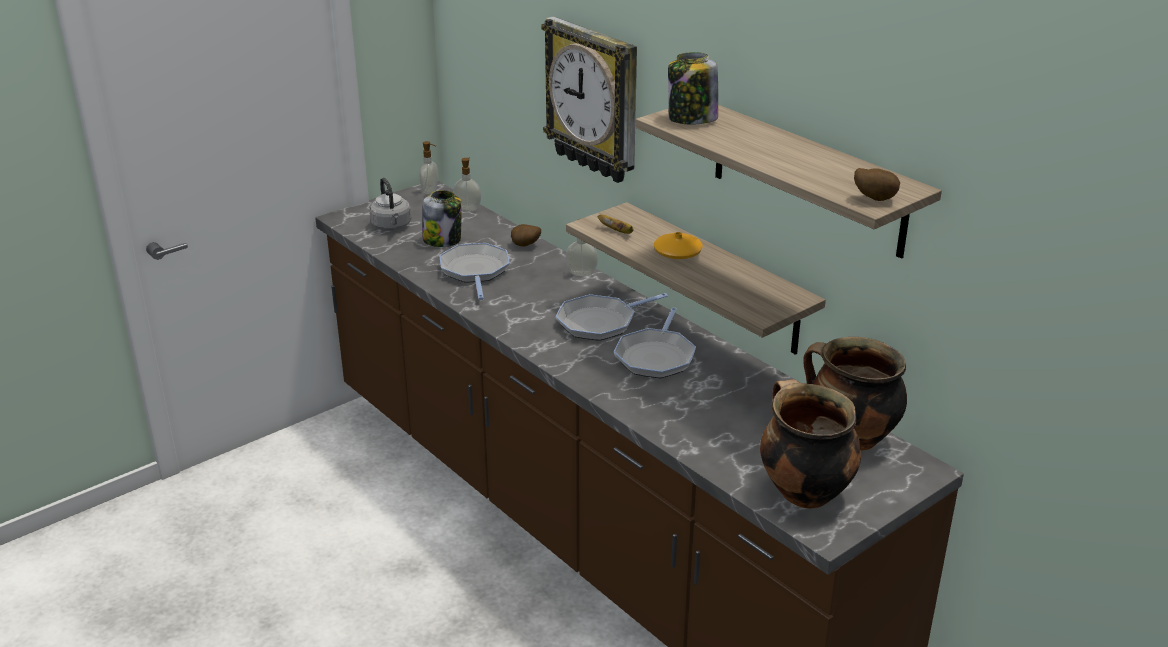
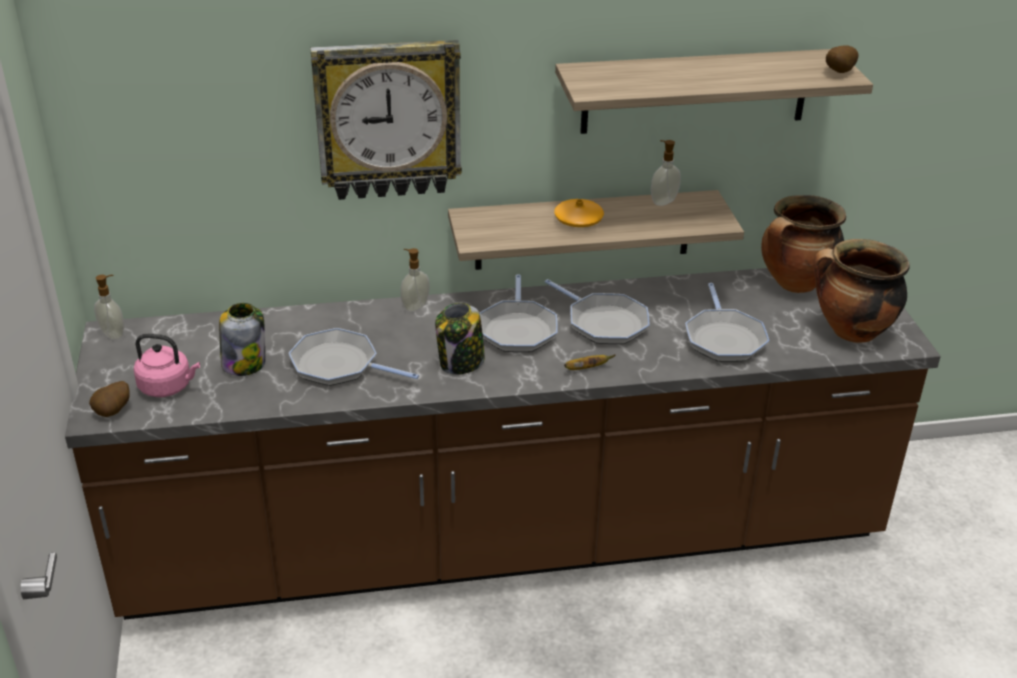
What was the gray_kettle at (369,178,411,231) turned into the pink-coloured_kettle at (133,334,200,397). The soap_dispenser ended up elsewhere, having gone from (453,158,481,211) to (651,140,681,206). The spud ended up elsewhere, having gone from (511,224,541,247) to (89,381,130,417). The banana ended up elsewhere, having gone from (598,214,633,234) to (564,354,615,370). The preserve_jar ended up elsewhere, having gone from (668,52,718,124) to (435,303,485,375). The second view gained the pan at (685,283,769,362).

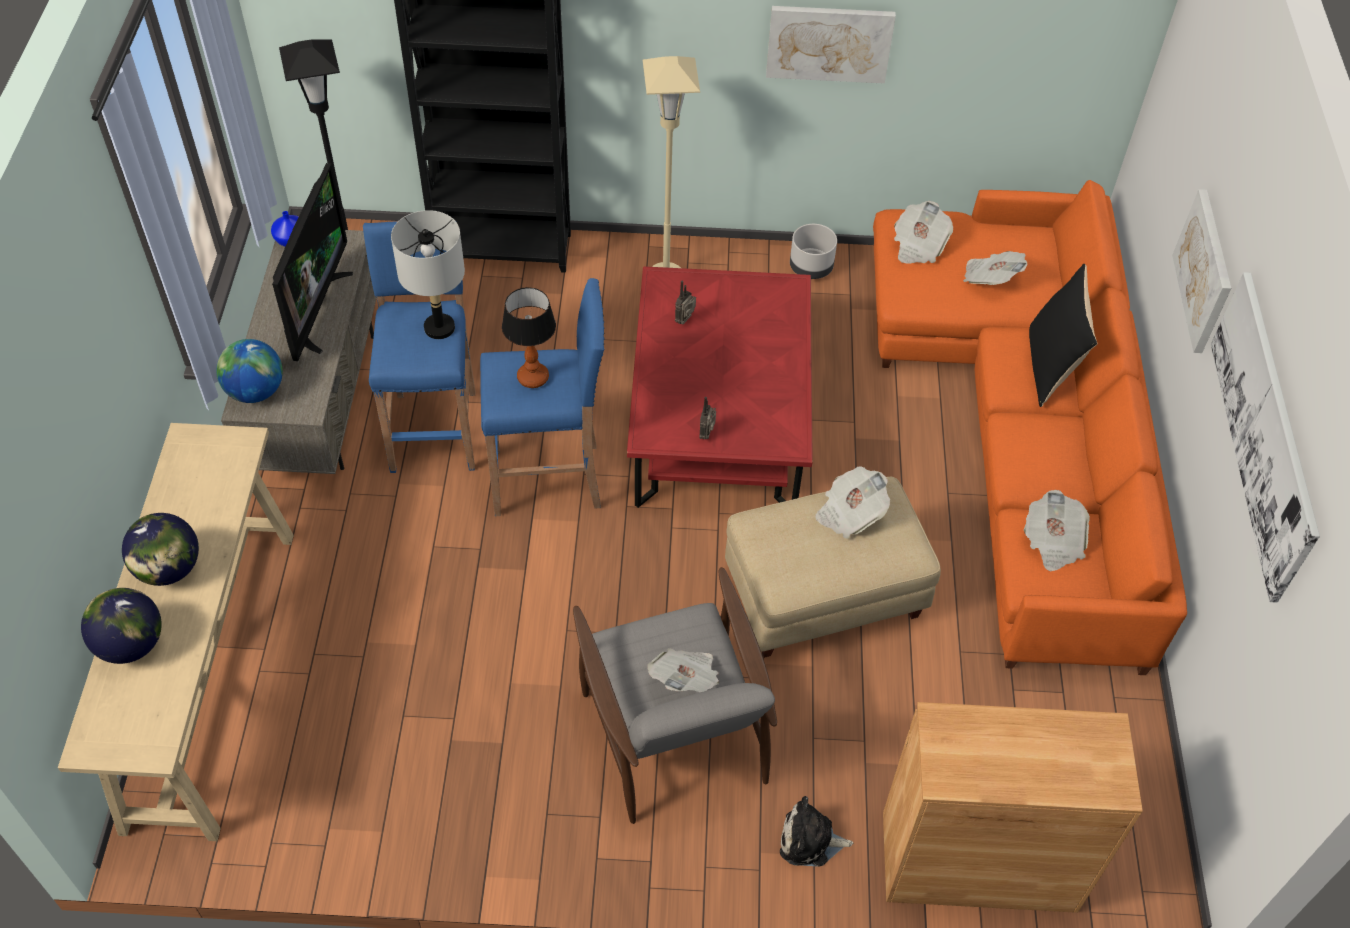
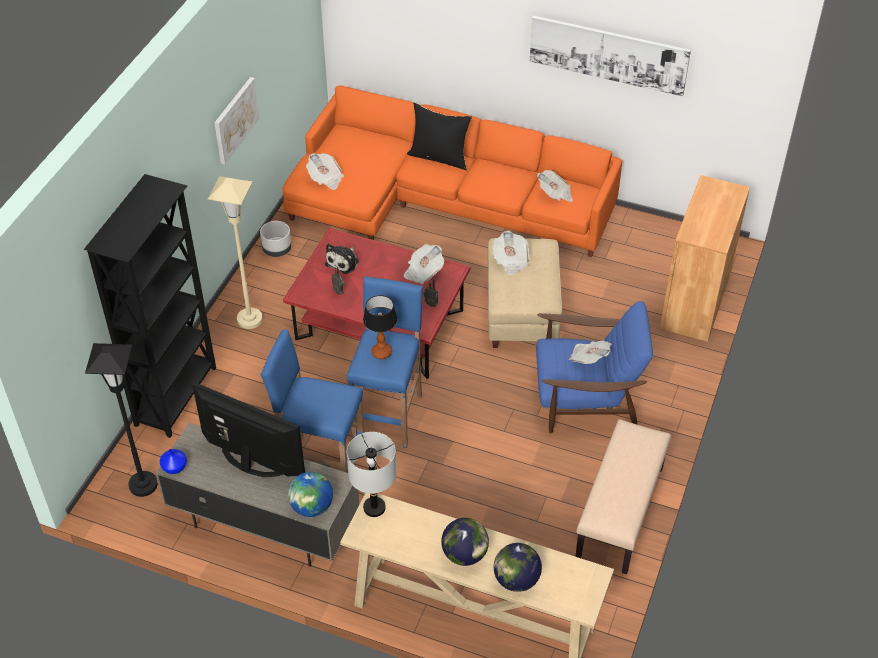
The gray_lamp_for_a_table ended up elsewhere, having gone from (391,210,465,339) to (347,432,396,517). What was the gray_lounge_chair at (573,567,777,824) turned into the blue_lounge_chair at (536,301,653,433). The soft_toy ended up elsewhere, having gone from (780,796,853,867) to (325,244,359,274). The printed_paper ended up elsewhere, having gone from (963,251,1027,285) to (404,244,444,285). The second view lost the wall_picture at (1172,189,1231,353). The second view gained the sand-coloured_bench at (575,419,671,575).

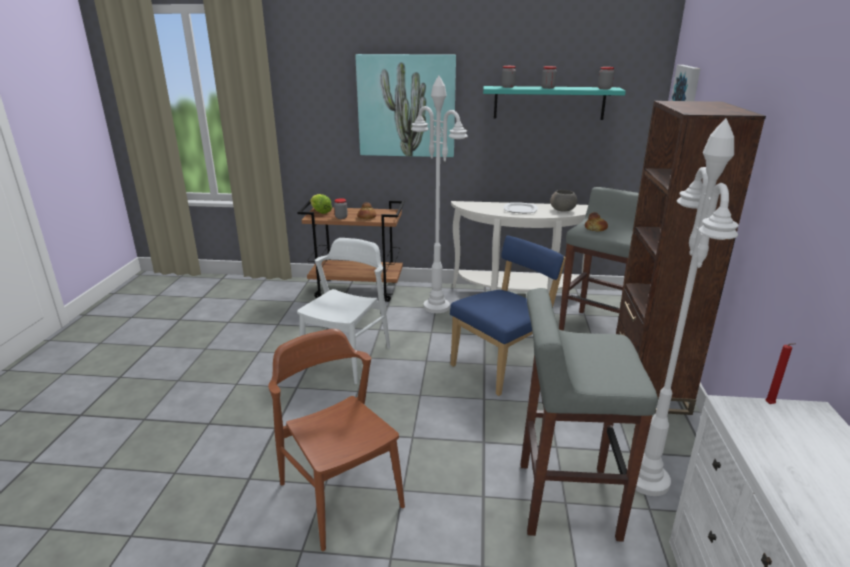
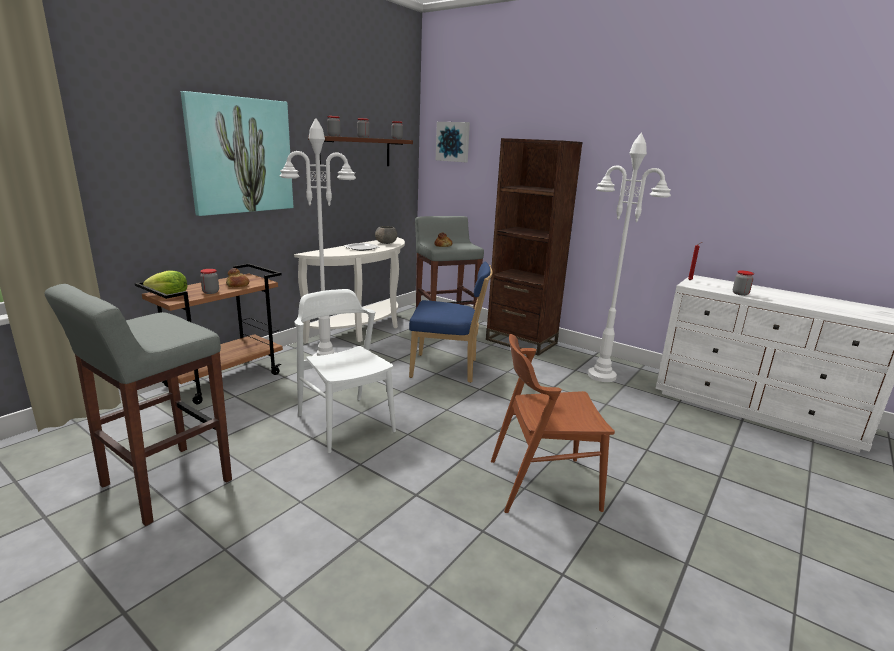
The blue_plain_chair at (450,235,566,396) ended up facing another way, 105 degrees clockwise from before. What was the turquoise_bracket_shelf at (483,86,626,120) turned into the brownish_bracket_shelf at (308,135,413,166). The gray_stool ended up elsewhere, having gone from (520,288,658,542) to (45,284,232,526). The second view gained the preserve_jar at (733,270,754,296).

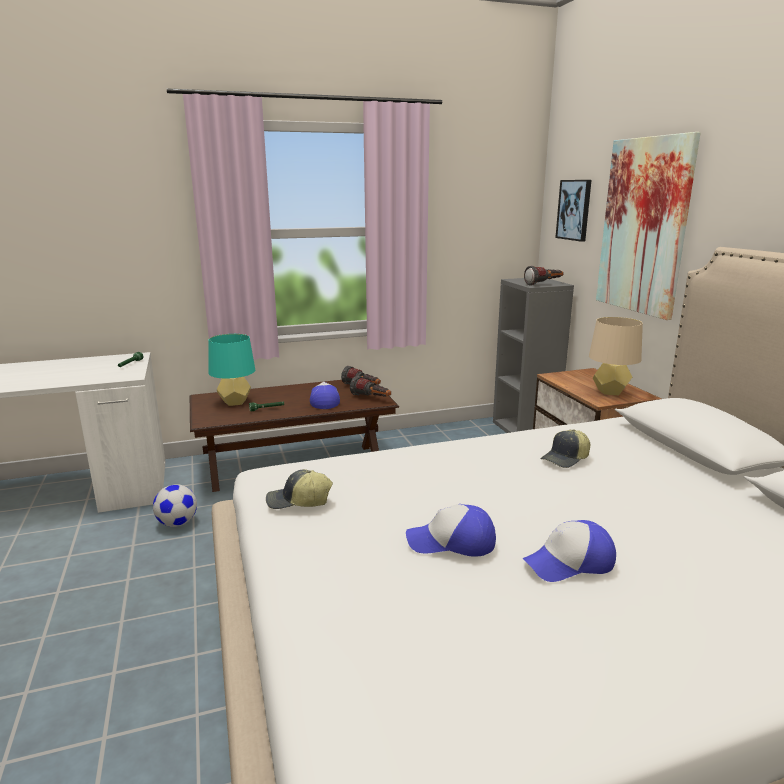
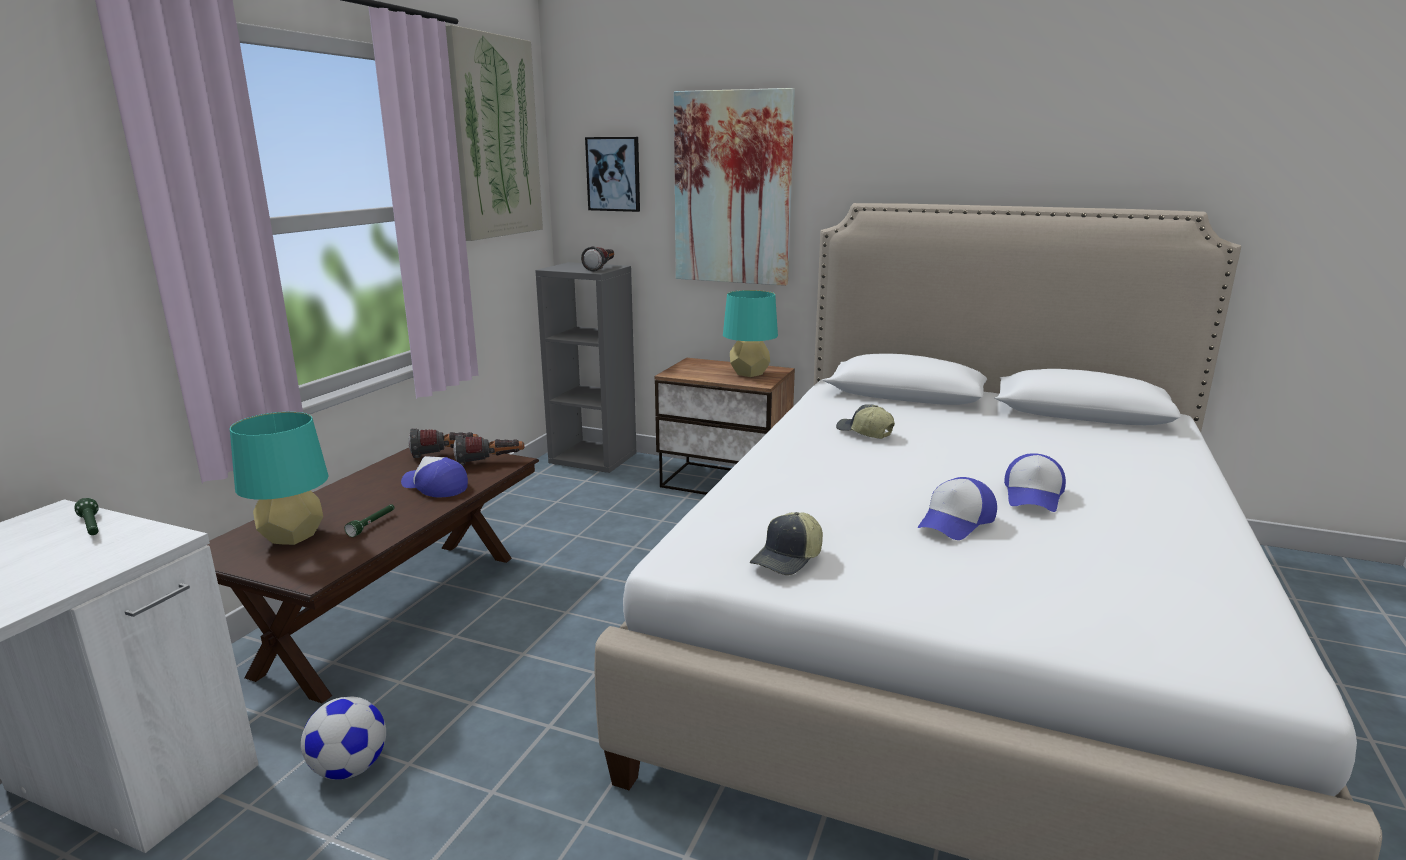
The cap at (540,429,590,468) ended up facing another way, 135 degrees clockwise from before. What was the sand-coloured_lamp_for_a_table at (589,317,643,395) turned into the turquoise_lamp_for_a_table at (723,290,778,377). The second view gained the wall_picture at (445,25,543,241).

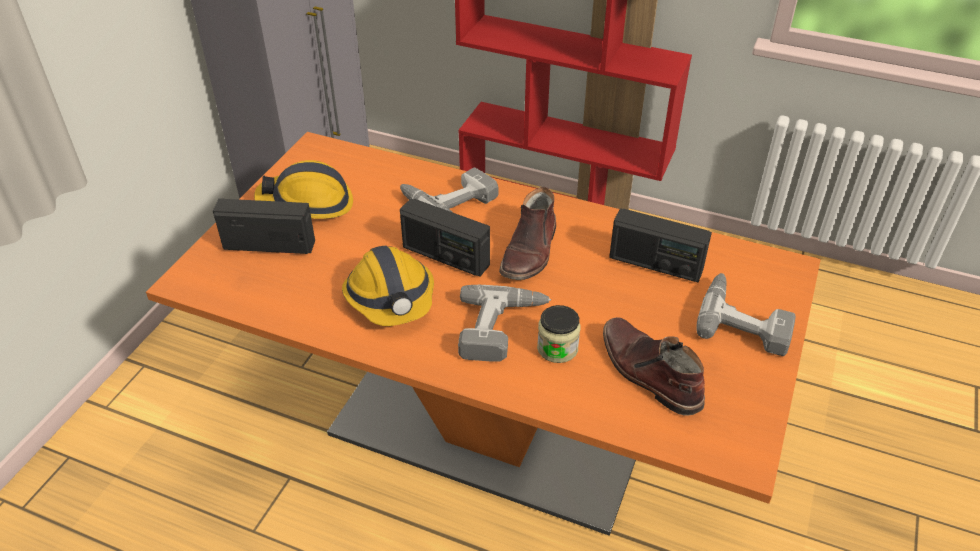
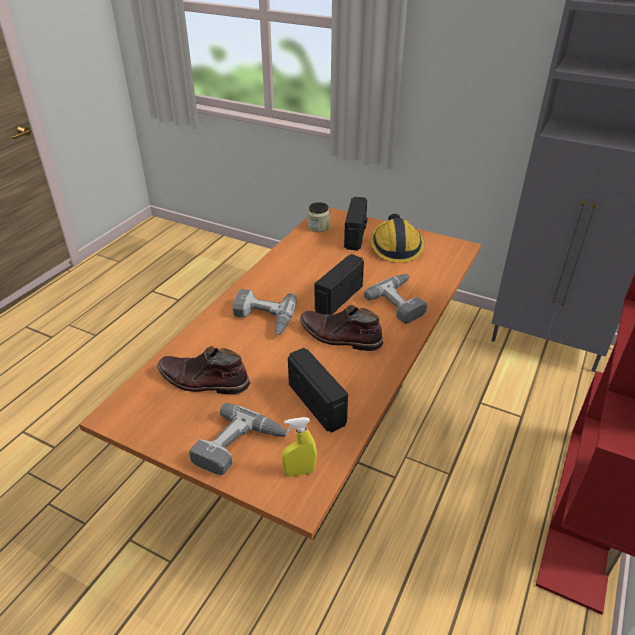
The second view lost the safety_helmet at (342,246,434,326). The preserve_jar ended up elsewhere, having gone from (537,305,580,363) to (308,202,330,232). The brownish_tall_boot at (603,317,705,416) ended up facing another way, 135 degrees counterclockwise from before. The radio_set at (609,208,712,282) ended up facing another way, 120 degrees clockwise from before. The second view gained the yellow-coloured_hand_sprayer at (282,417,317,477).

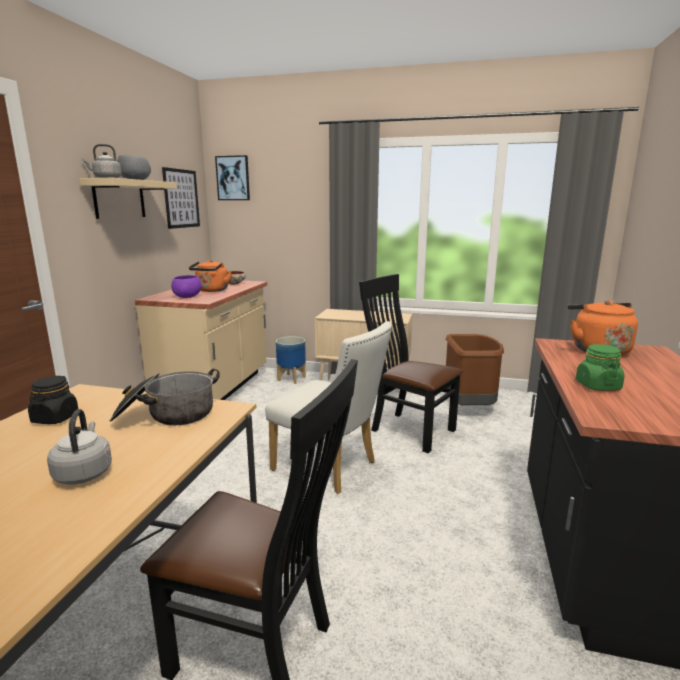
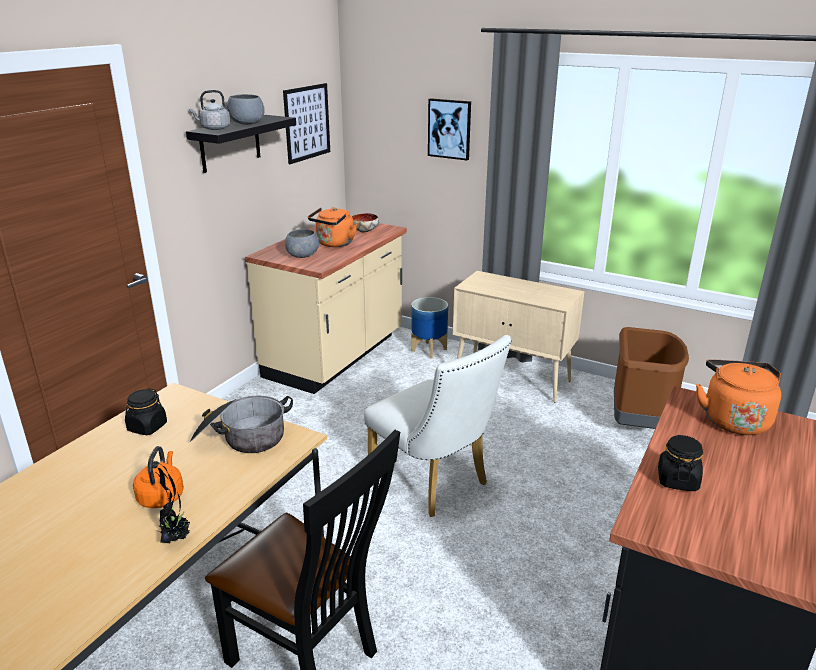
What was the gray_kettle at (47,409,112,485) turned into the orangey_kettle at (133,446,184,508). What was the sand-coloured_bracket_shelf at (79,178,177,219) turned into the black-coloured_bracket_shelf at (186,115,296,173). What was the purplish_serving_bowl at (171,275,202,298) turned into the gray_serving_bowl at (285,229,319,258). The wall_picture ended up elsewhere, having gone from (215,155,250,200) to (428,98,471,160). The second view lost the black-coloured_plain_chair at (359,274,463,453). What was the green-coloured_preserve_jar at (576,344,624,391) turned into the black-coloured_preserve_jar at (658,435,703,491). The second view gained the plant_in_a_pot at (153,461,190,543).

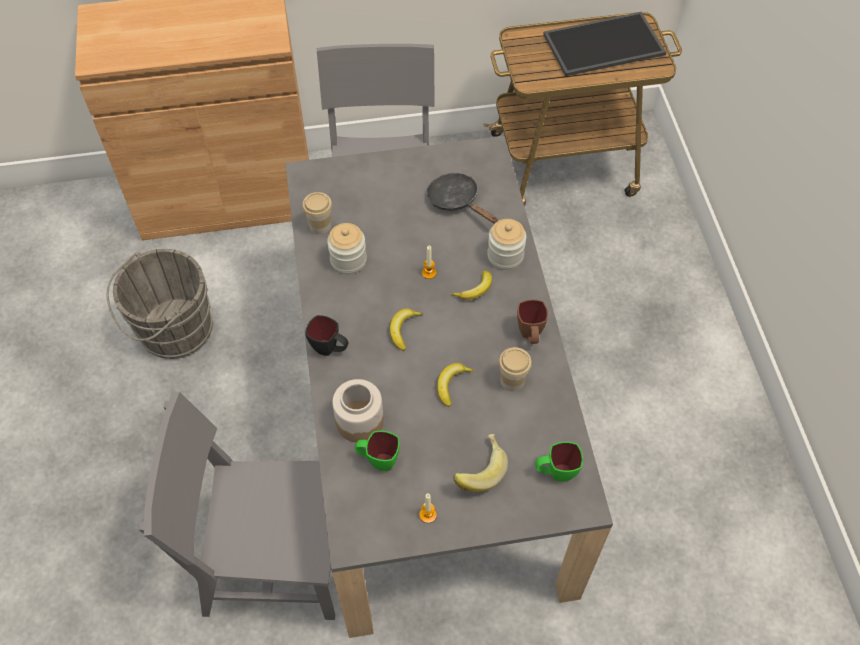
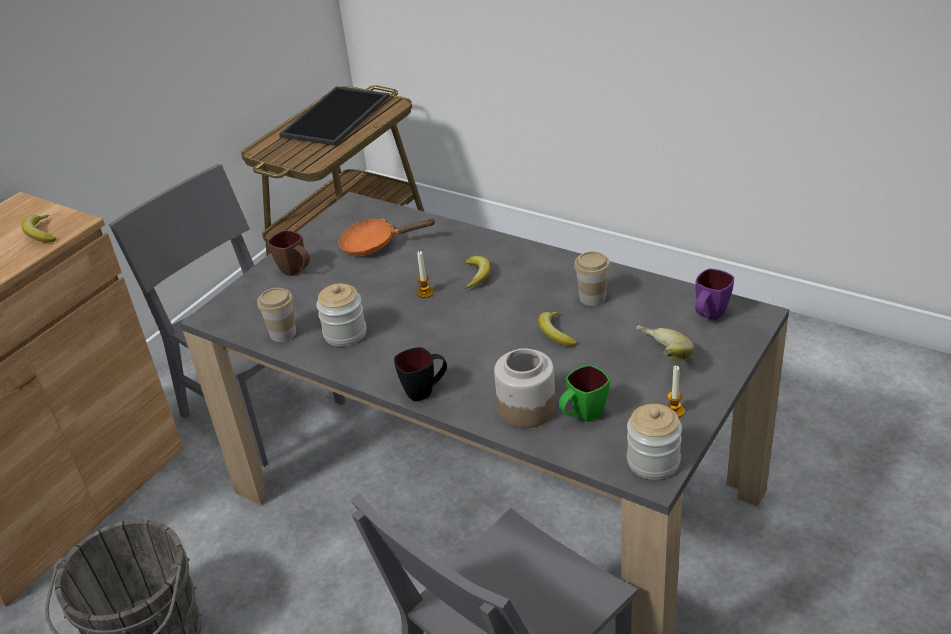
The banana ended up elsewhere, having gone from (390,308,423,351) to (21,215,56,242). What was the black-coloured_pan at (427,173,498,223) turned into the orangey_pan at (338,218,436,256). The preserve_jar ended up elsewhere, having gone from (487,219,526,270) to (627,404,682,480). The brownish_mug ended up elsewhere, having gone from (517,299,548,344) to (267,230,310,276). What was the green-coloured_mug at (535,442,583,482) turned into the purplish_mug at (695,268,734,320).

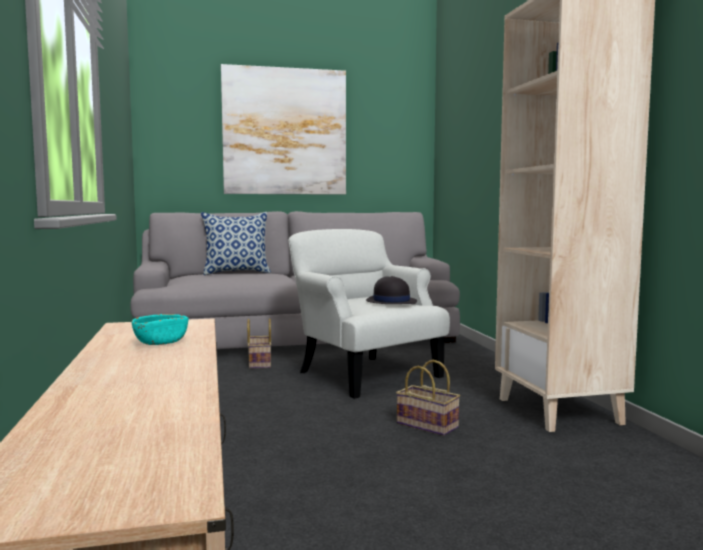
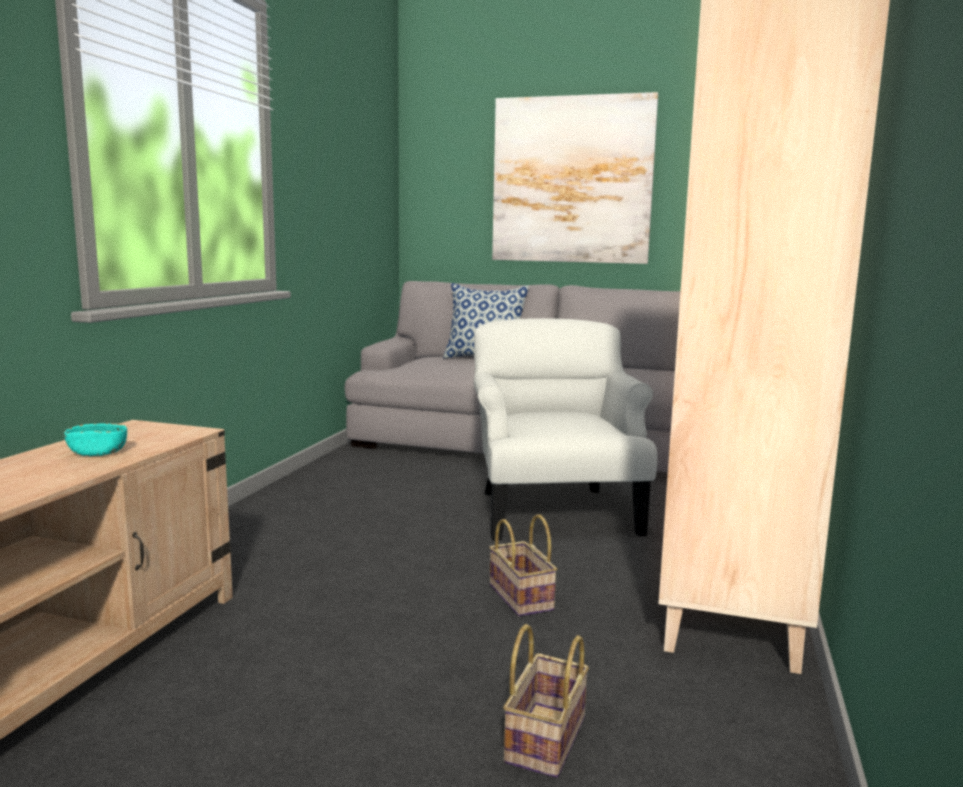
The storage_basket ended up elsewhere, having gone from (247,318,271,369) to (503,624,589,778). The second view lost the black-coloured_clothing_hat at (366,276,417,304).

